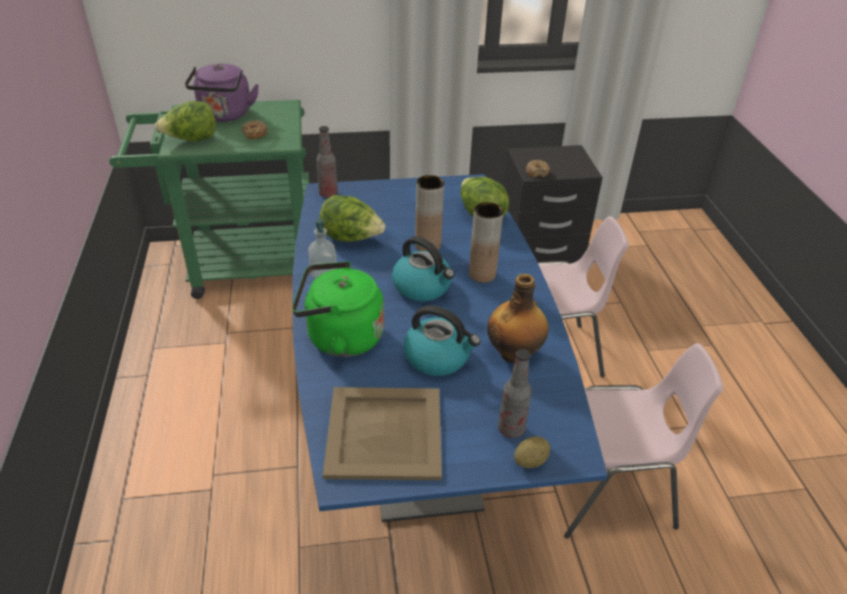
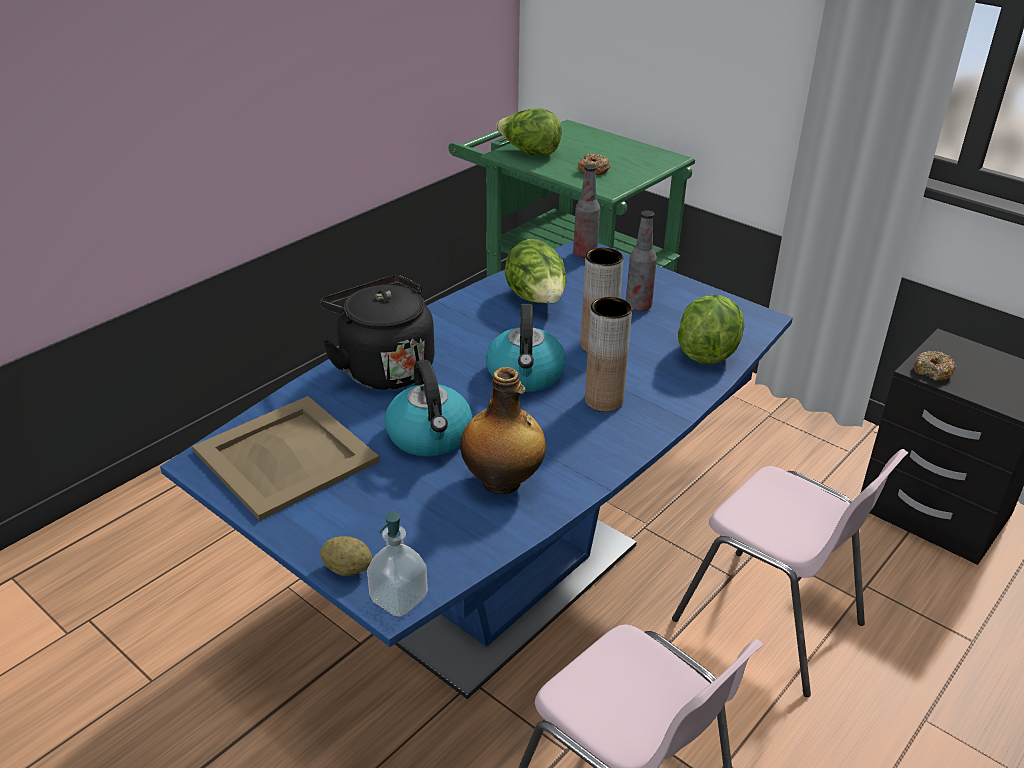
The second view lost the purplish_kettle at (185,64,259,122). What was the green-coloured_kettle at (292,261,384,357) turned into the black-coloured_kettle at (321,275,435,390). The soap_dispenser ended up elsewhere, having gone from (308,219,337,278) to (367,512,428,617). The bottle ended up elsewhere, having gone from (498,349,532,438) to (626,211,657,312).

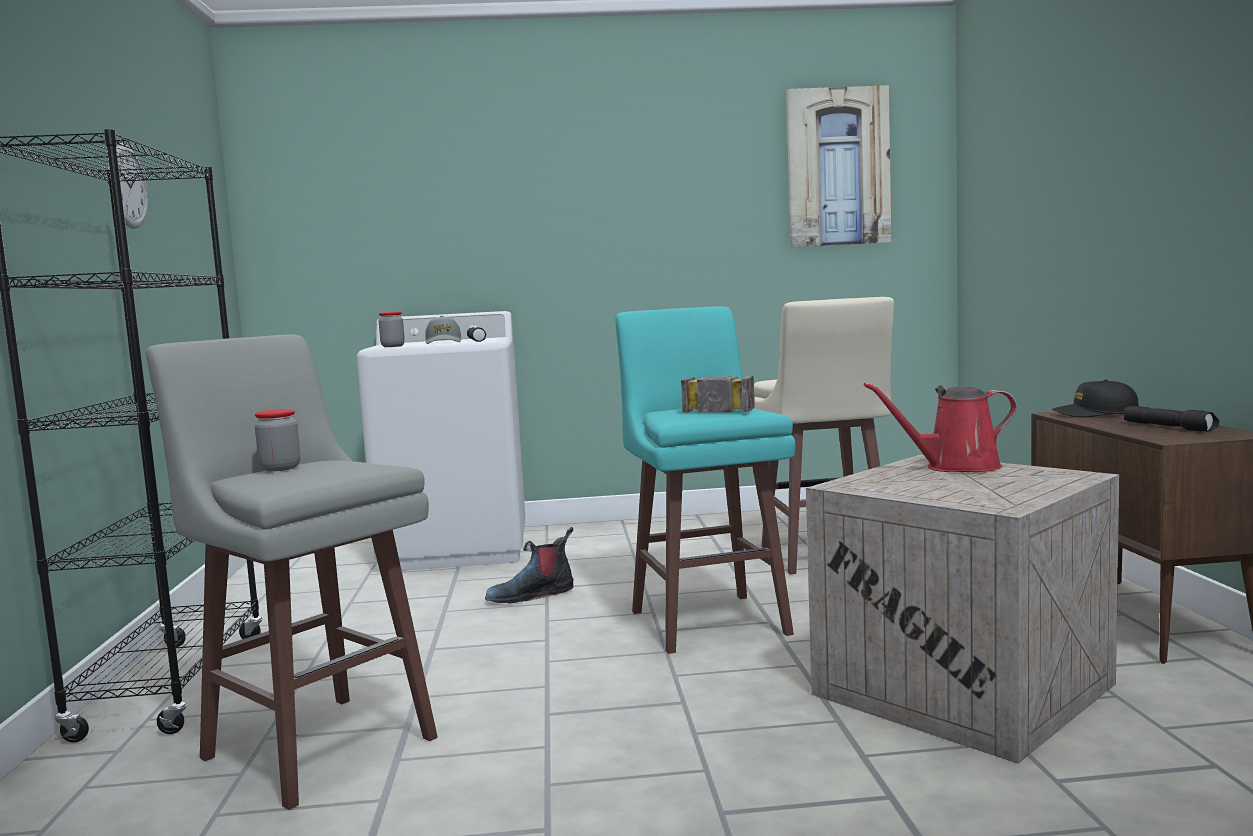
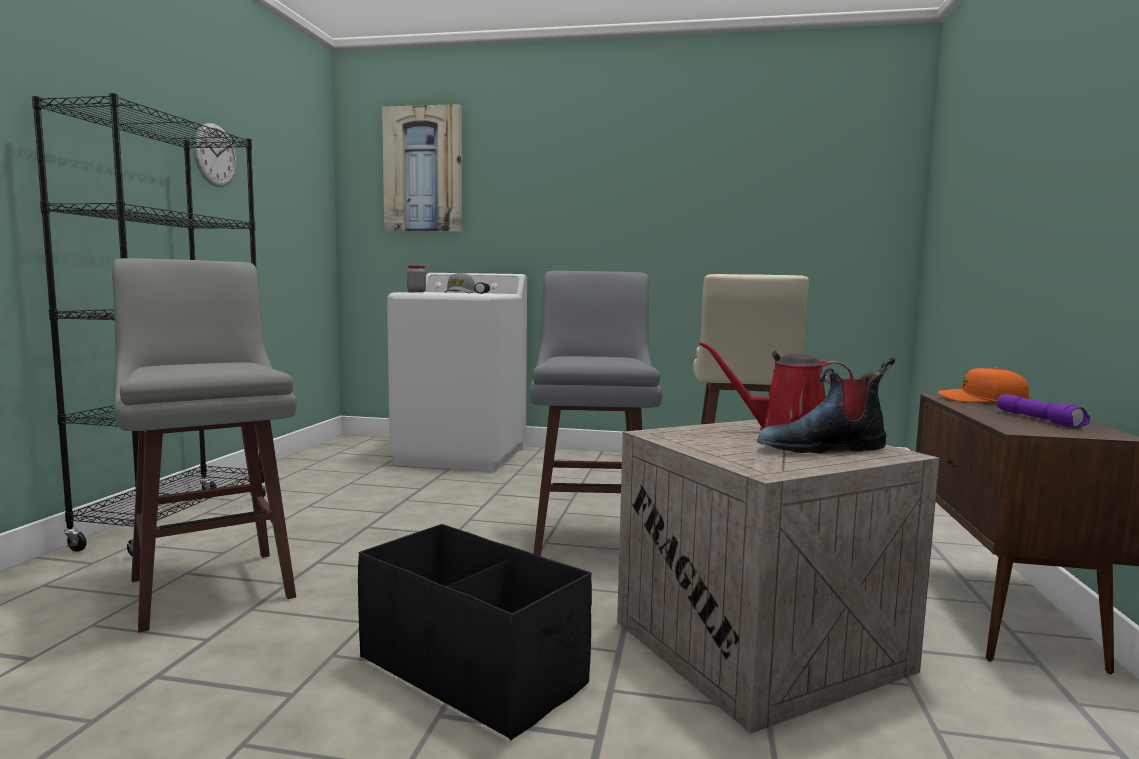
The second view lost the preserve_jar at (255,409,301,471). The tall_boot ended up elsewhere, having gone from (485,527,573,604) to (757,358,895,454). What was the turquoise_stool at (615,306,795,654) turned into the gray_stool at (530,271,662,556). The second view lost the hand_hammer at (681,376,755,413). The wall_picture ended up elsewhere, having gone from (786,85,891,248) to (382,104,462,232). What was the black-coloured_cap at (1052,379,1139,418) turned into the orangey_cap at (938,367,1031,403). What was the black-coloured_torch at (1124,406,1219,432) turned into the purplish_torch at (997,394,1090,428). The second view gained the black-coloured_storage_container at (358,524,592,740).

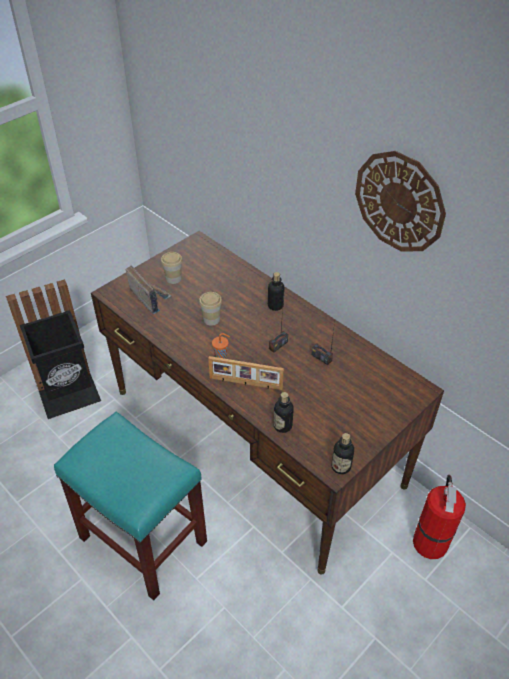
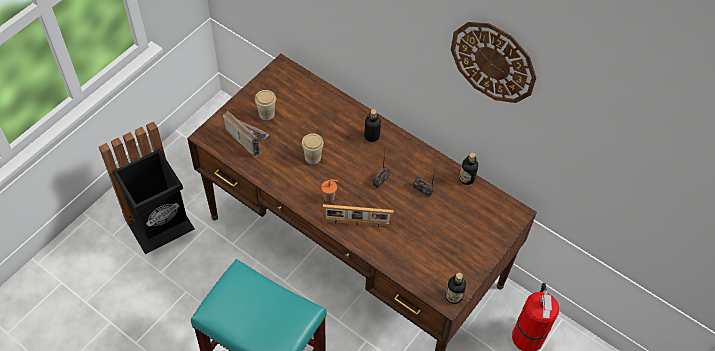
The bottle ended up elsewhere, having gone from (274,392,294,433) to (459,152,478,185).

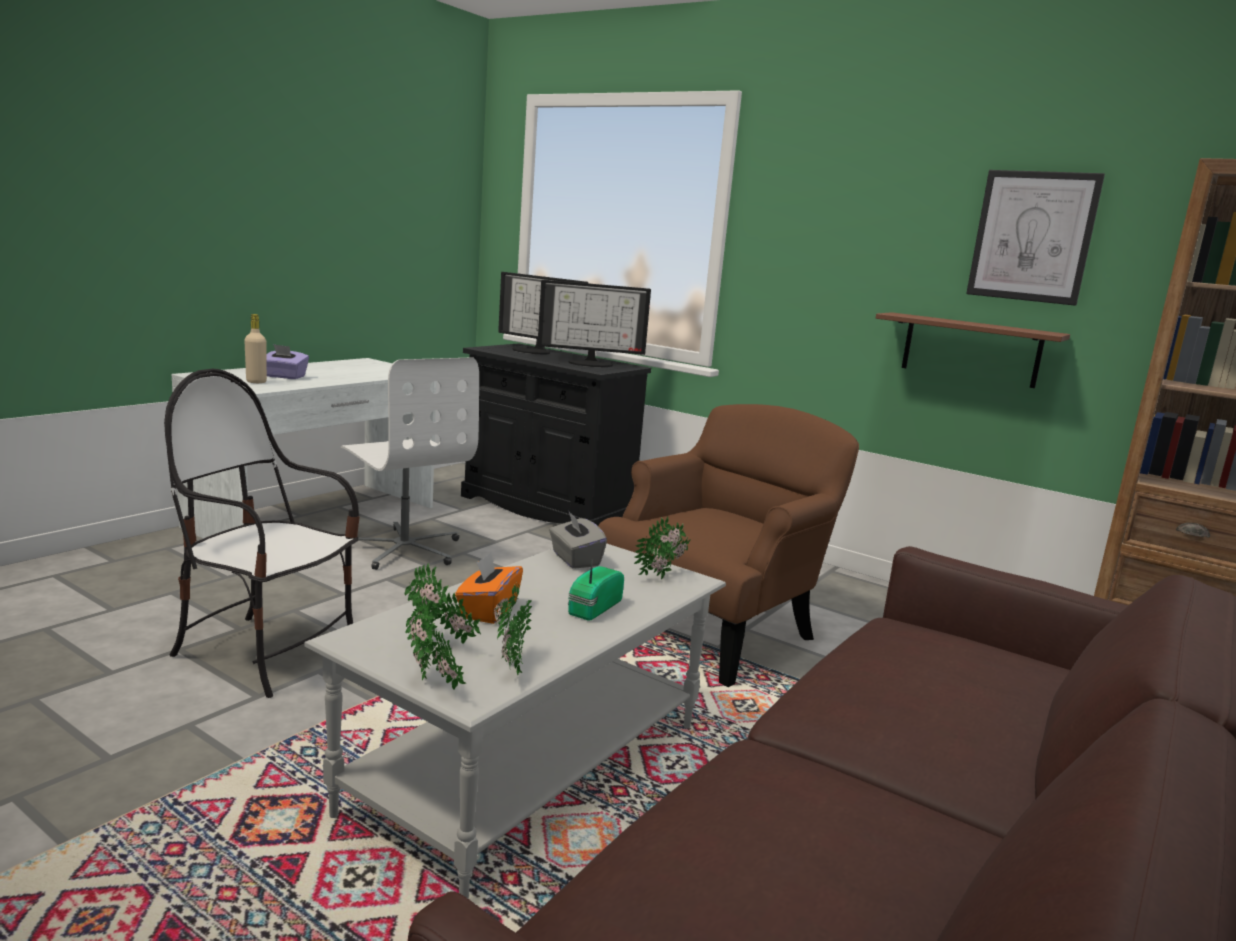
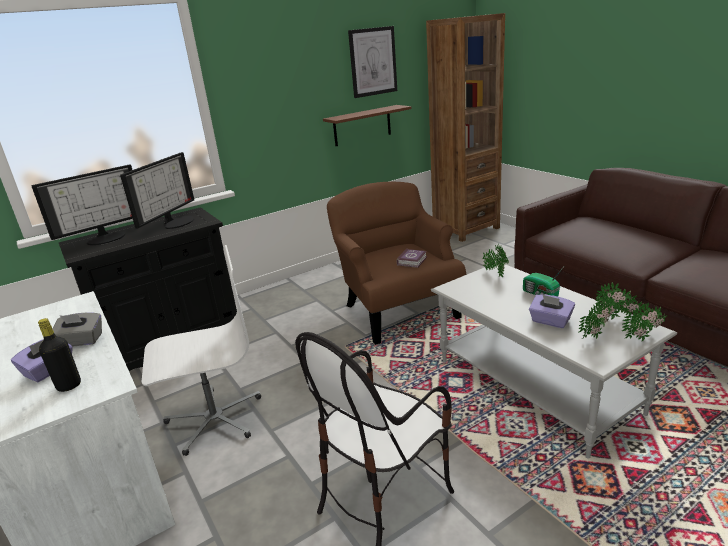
What was the sand-coloured_bottle at (244,314,267,383) turned into the black-coloured_bottle at (38,318,81,392). What was the orangey_box_of_tissues at (455,552,523,624) turned into the purplish_box_of_tissues at (529,294,575,328). The gray_box_of_tissues ended up elsewhere, having gone from (549,512,607,569) to (53,313,102,347). The second view gained the volume at (397,249,427,268).

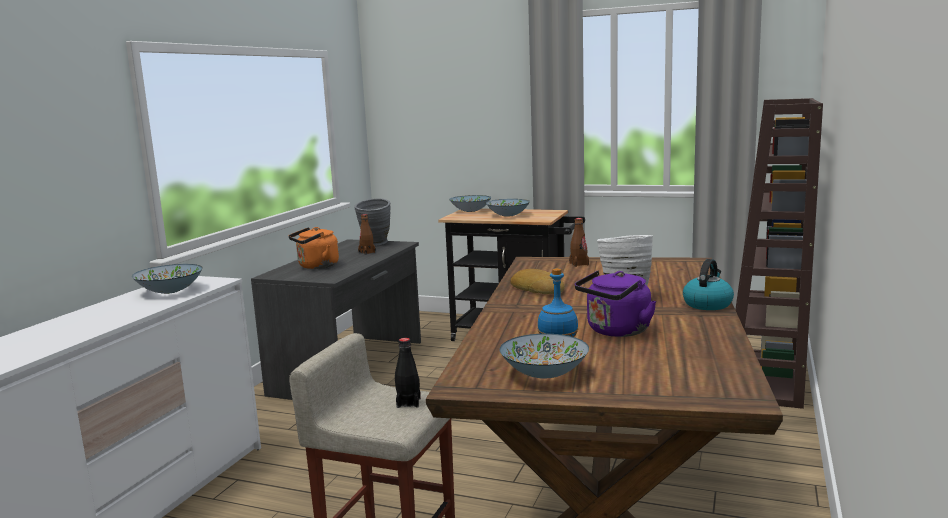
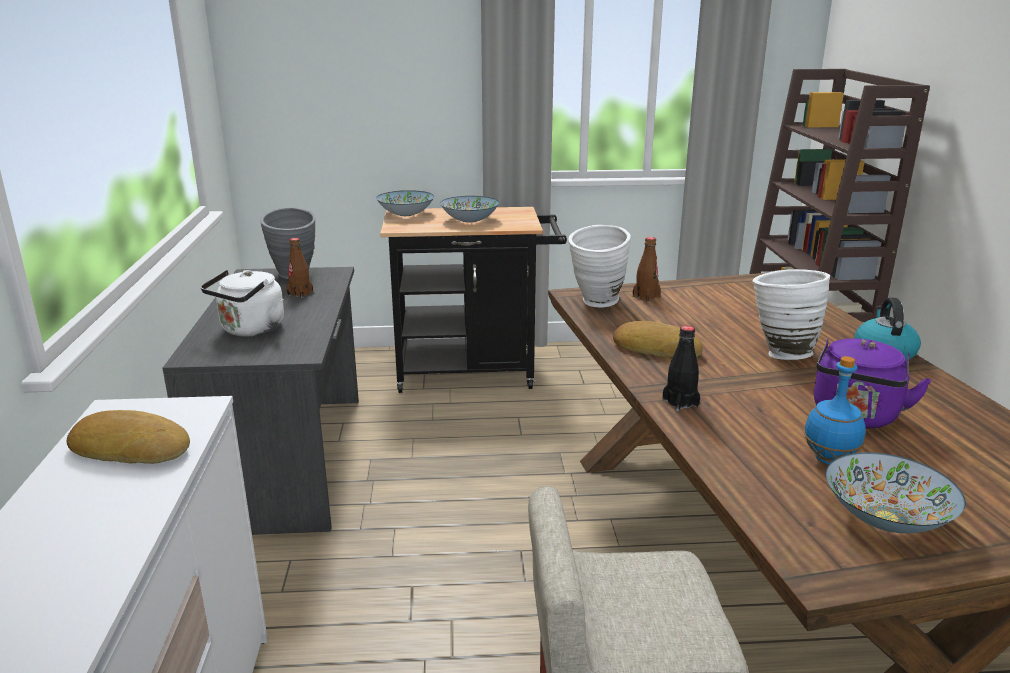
Where the serving_bowl stood at (132,264,203,294), the bread came to stand at (67,410,190,464). What was the orangey_kettle at (289,227,339,269) turned into the white-coloured_kettle at (201,270,284,337). The black-coloured_bottle ended up elsewhere, having gone from (395,338,421,408) to (662,326,700,411). The second view gained the white-coloured_vase at (568,225,631,307).

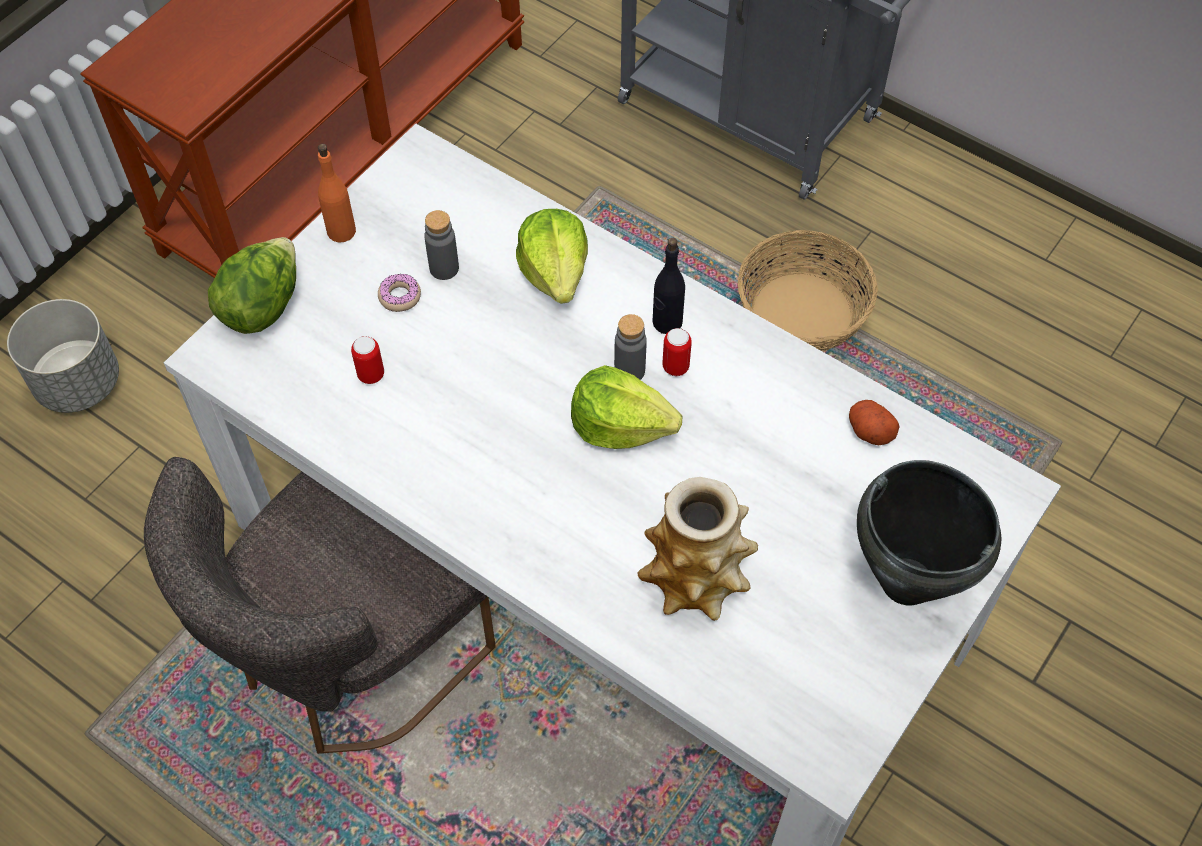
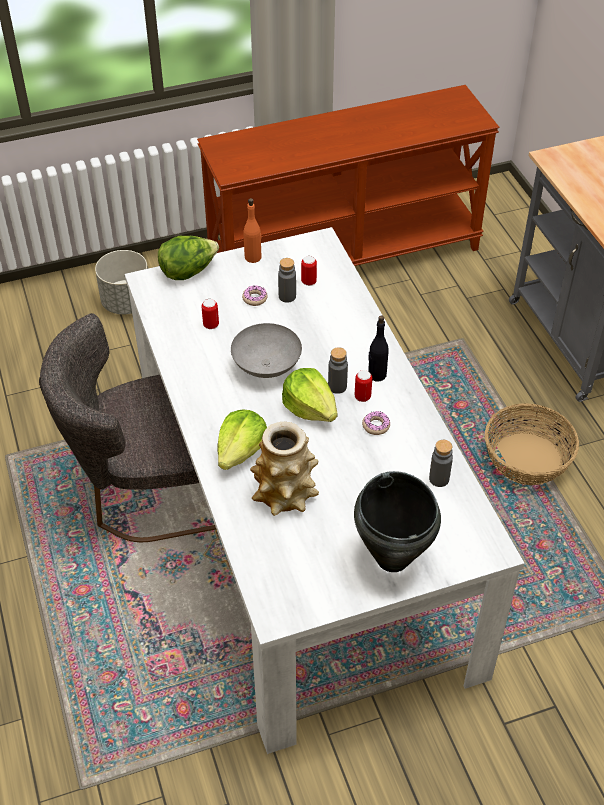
The lettuce ended up elsewhere, having gone from (516,209,588,304) to (217,409,267,470). Where the spud stood at (849,400,899,445), the gray_bottle came to stand at (429,440,453,487). The second view gained the gray_serving_bowl at (231,323,302,378). The second view gained the can at (301,256,317,286). The second view gained the ring_doughnut at (362,411,390,435).

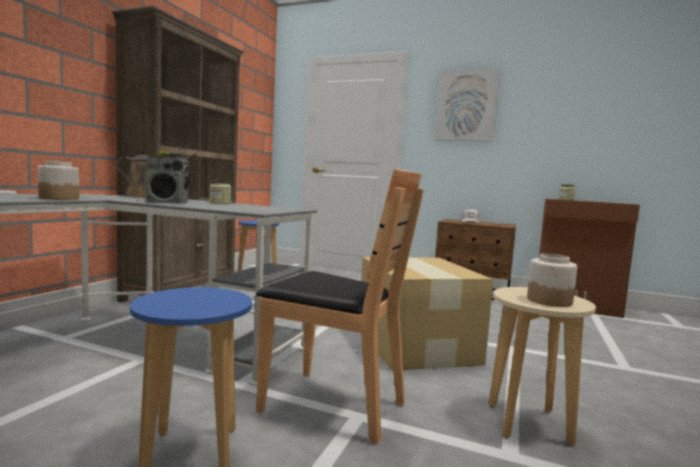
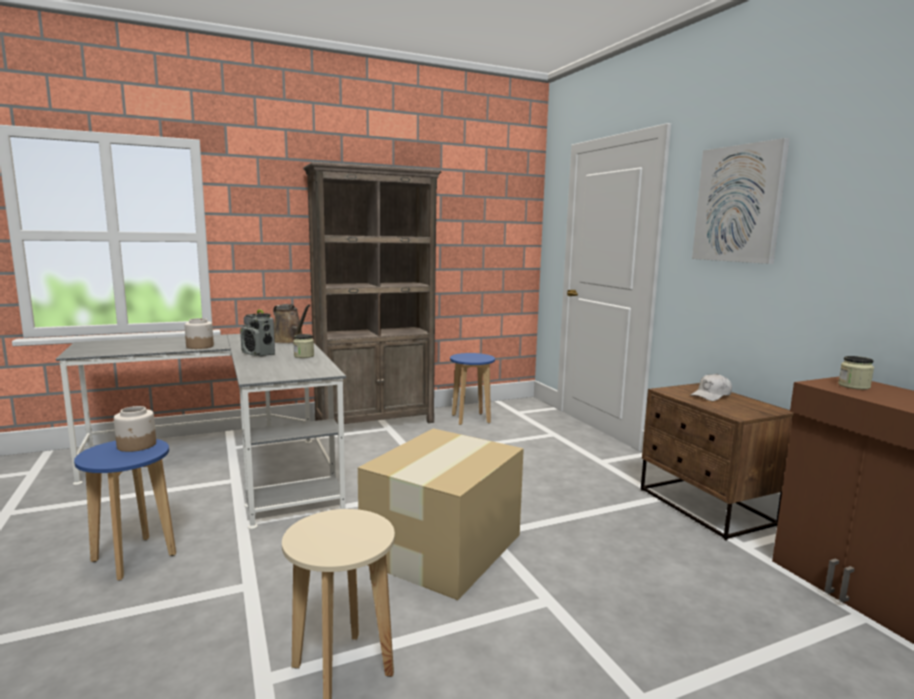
The second view lost the brownish_plain_chair at (256,169,424,445). The preserve_jar ended up elsewhere, having gone from (527,254,577,307) to (114,406,156,452).

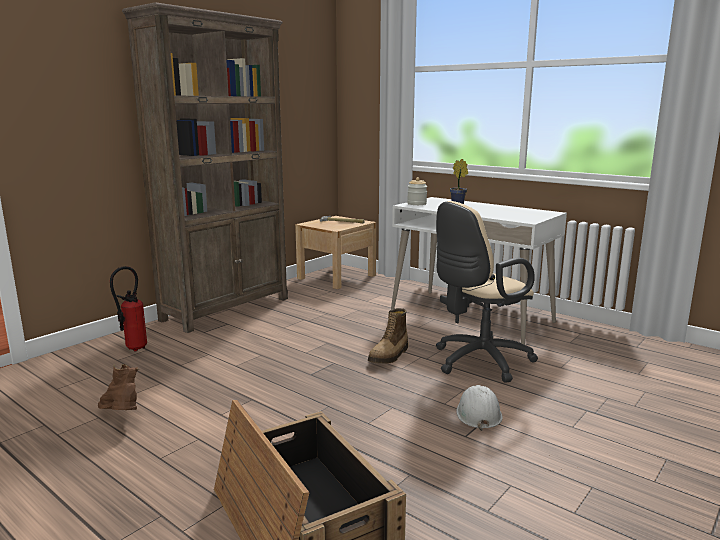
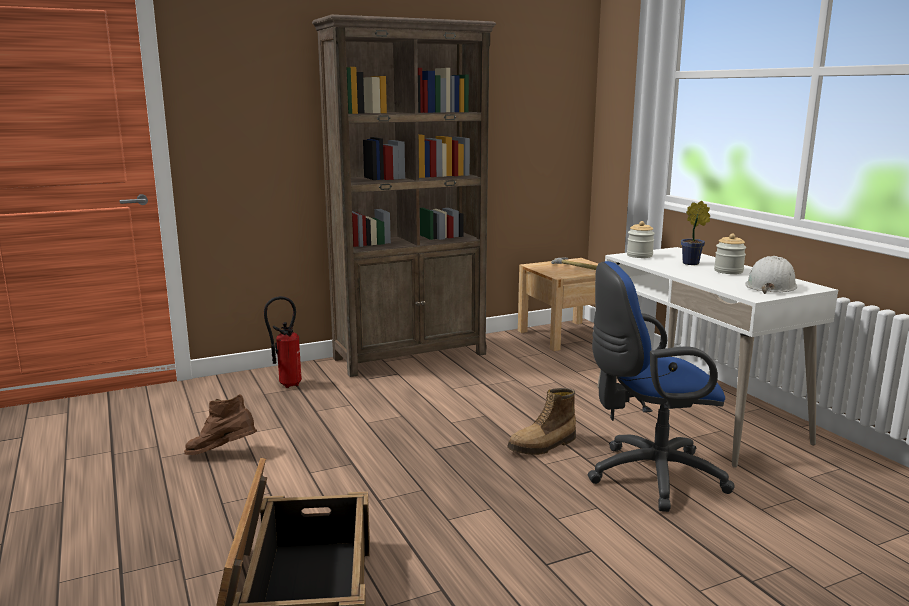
The brownish_tall_boot at (98,364,139,410) ended up facing another way, 75 degrees counterclockwise from before. What was the sand-coloured_desk_chair at (436,201,538,383) turned into the blue_desk_chair at (588,261,735,512). The white-coloured_safety_helmet ended up elsewhere, having gone from (456,385,503,431) to (745,256,797,294). The second view gained the preserve_jar at (714,234,746,274).

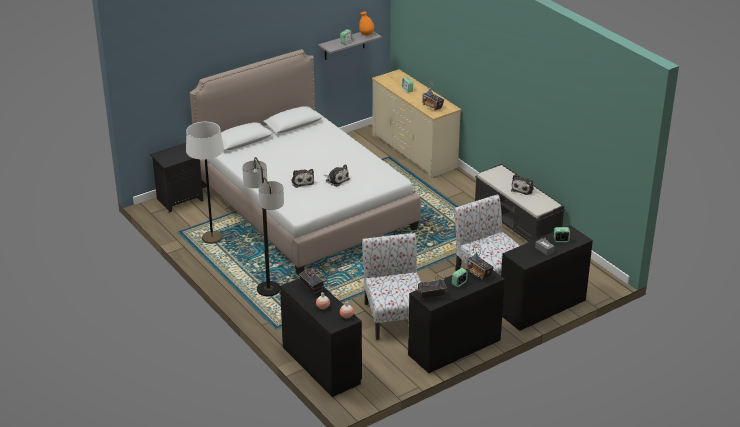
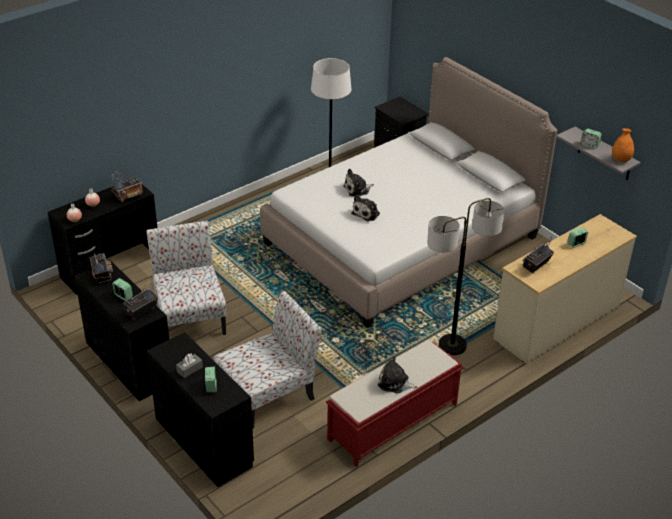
The standing_lamp ended up elsewhere, having gone from (242,157,284,296) to (427,198,505,355). The plain_chair at (362,233,421,340) ended up facing another way, 90 degrees counterclockwise from before. What was the black-coloured_bench at (475,164,565,242) turned into the reddish_bench at (326,340,463,468).

